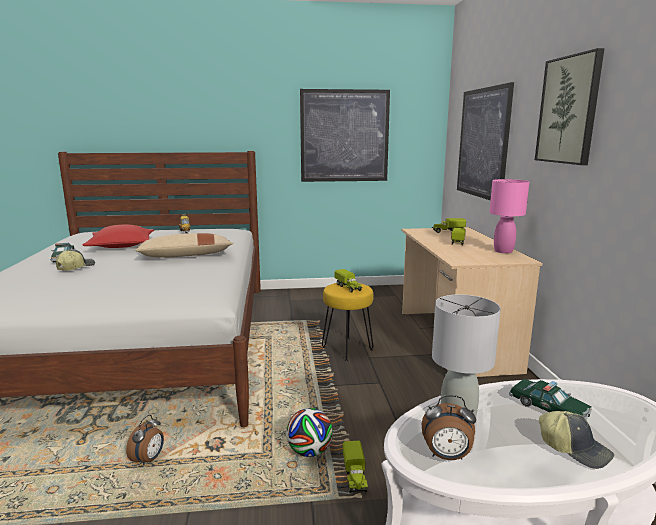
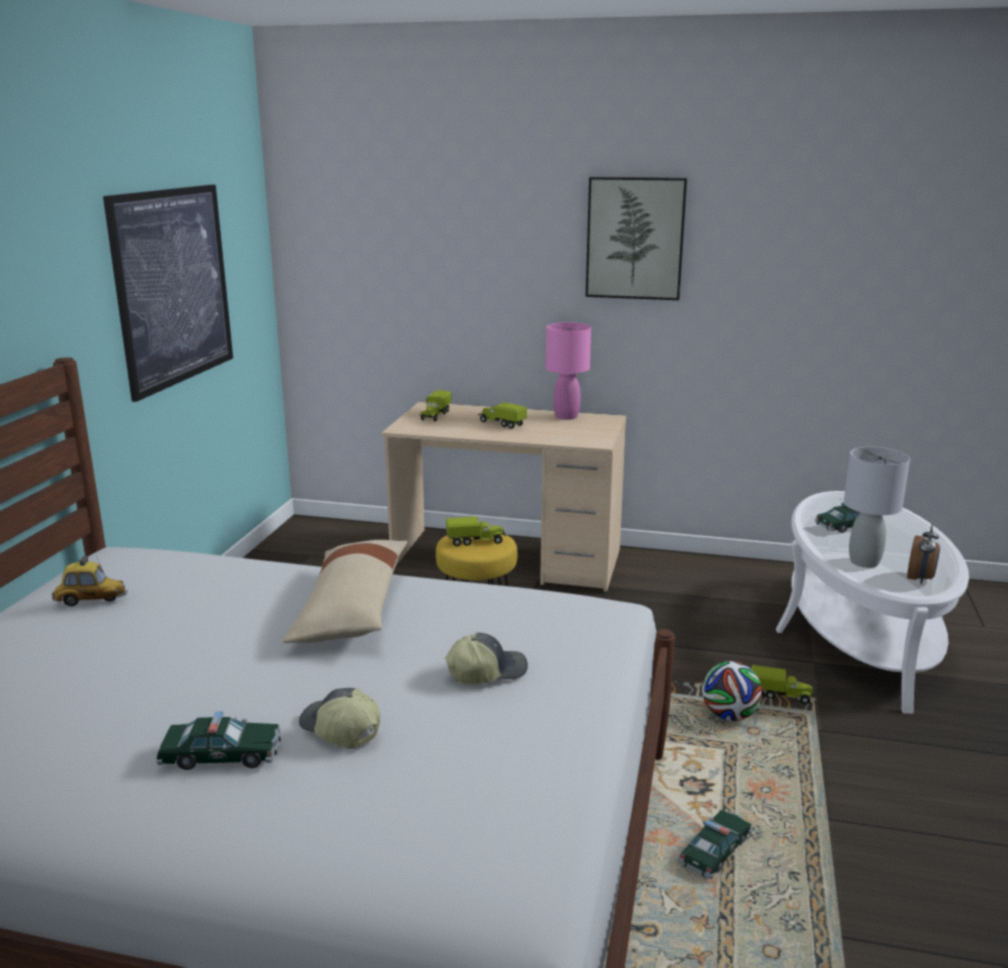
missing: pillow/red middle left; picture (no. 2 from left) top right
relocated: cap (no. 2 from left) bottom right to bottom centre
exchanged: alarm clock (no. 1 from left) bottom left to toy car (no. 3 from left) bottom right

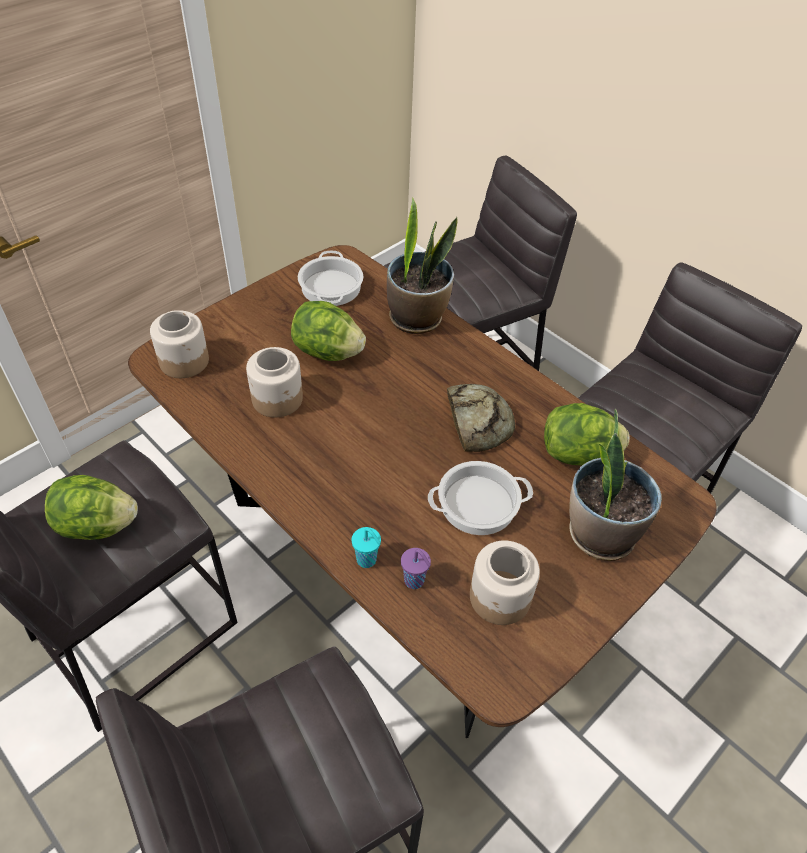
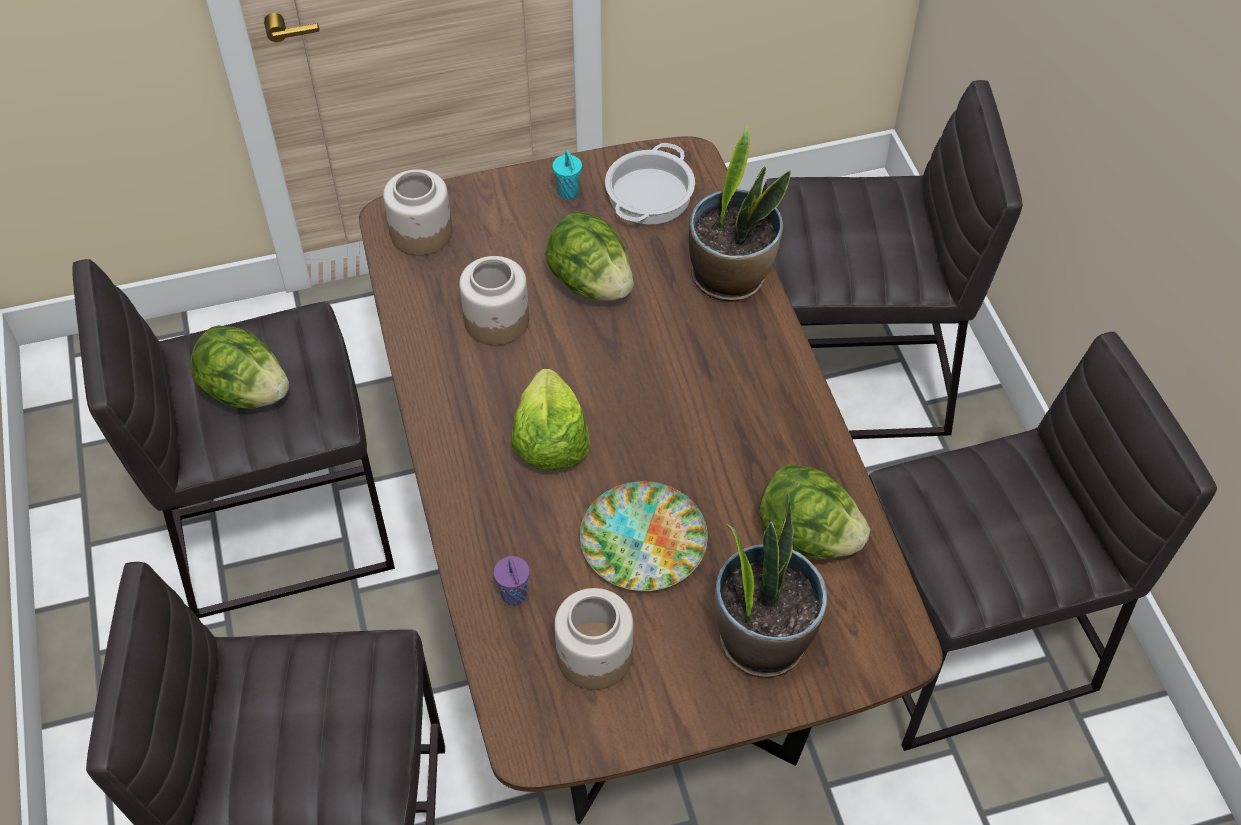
missing: bread centre
appeared: lettuce (no. 2 from left) centre
relocated: cup/turquoise centre to top centre
exchanged: cooking pot (no. 2 from left) centre to plate centre

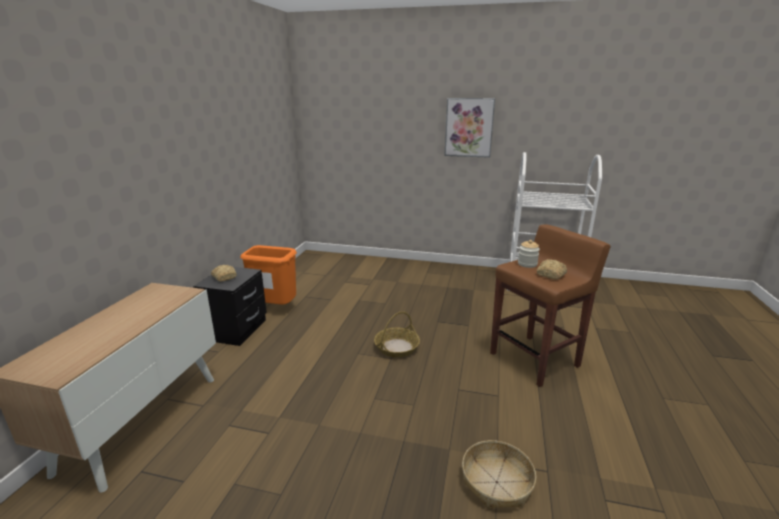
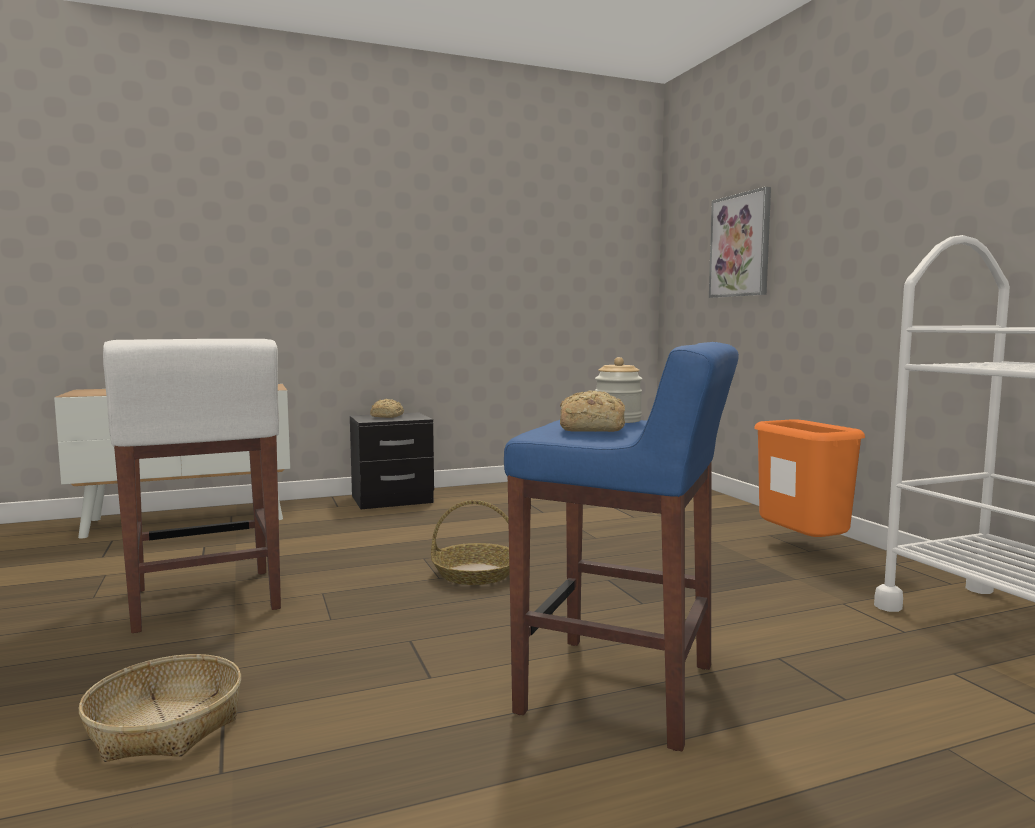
appeared: stool/white middle left
relocated: picture top centre to top right; trash can/orange centre to middle right
colour: stool/brown middle right to stool/blue centre

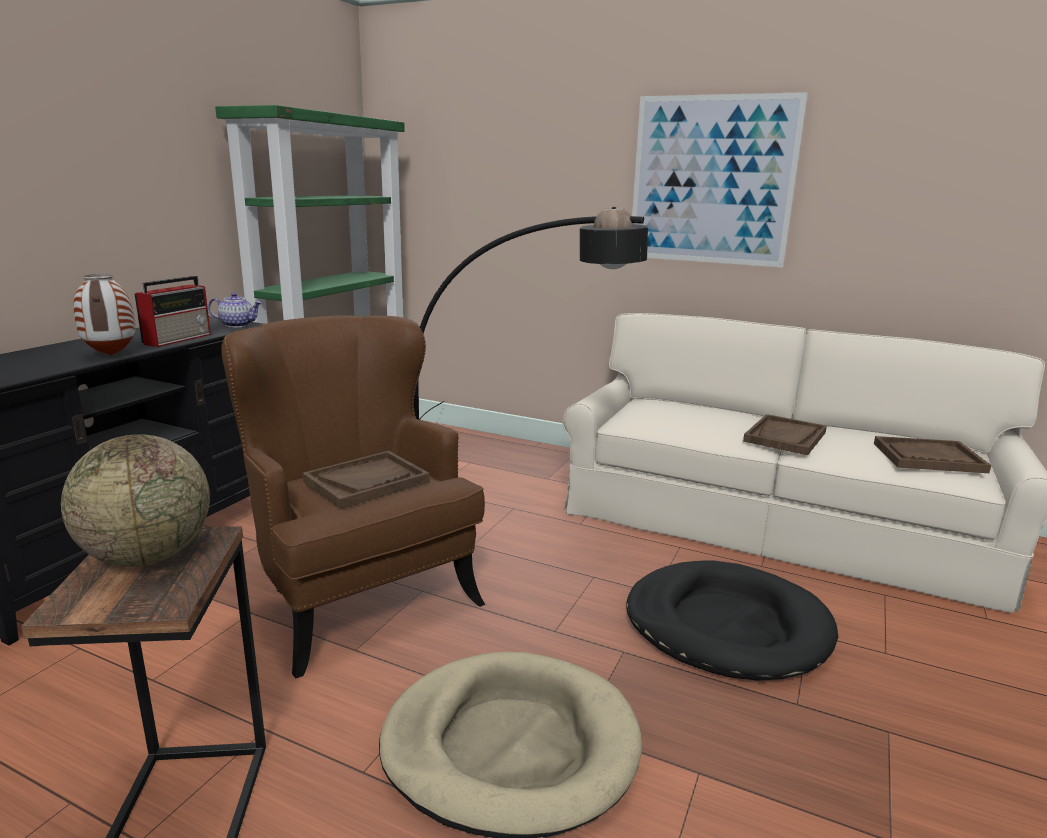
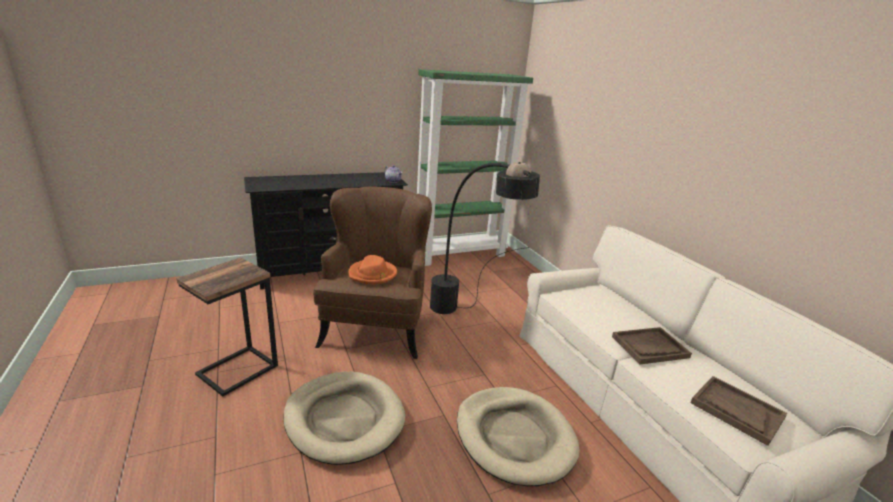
missing: globe middle left; vase middle left; radio middle left; picture top right
exchanged: tray/brown (no. 1 from left) centre to hat/orange centre
colour: dog bed/black bottom right to dog bed/beige (no. 2 from left) bottom centre

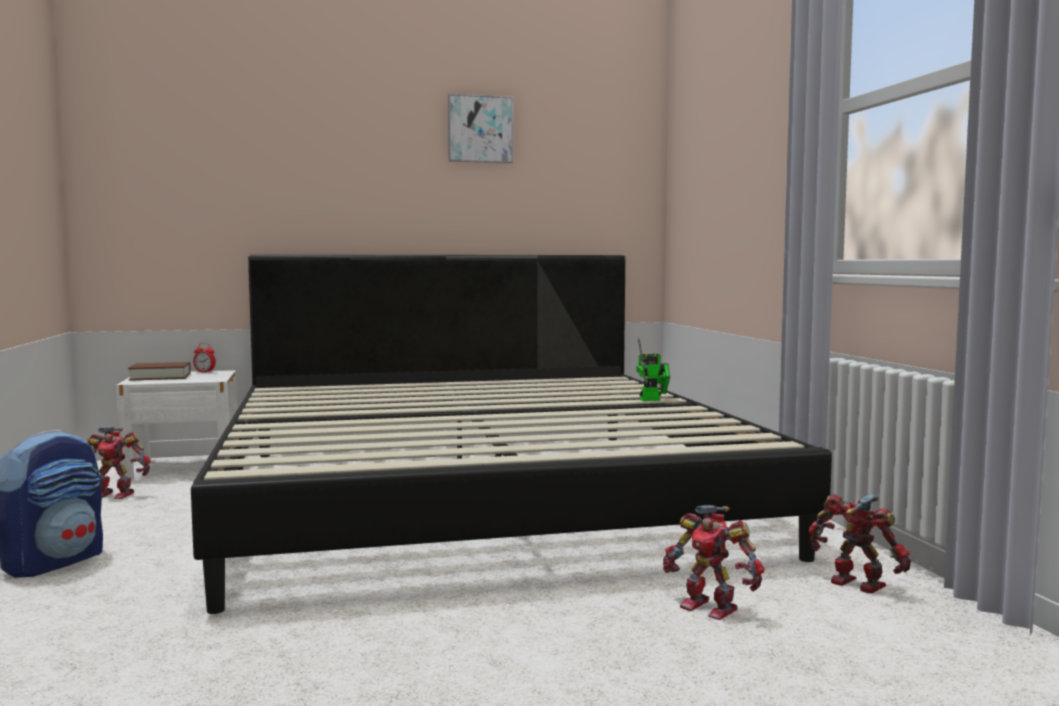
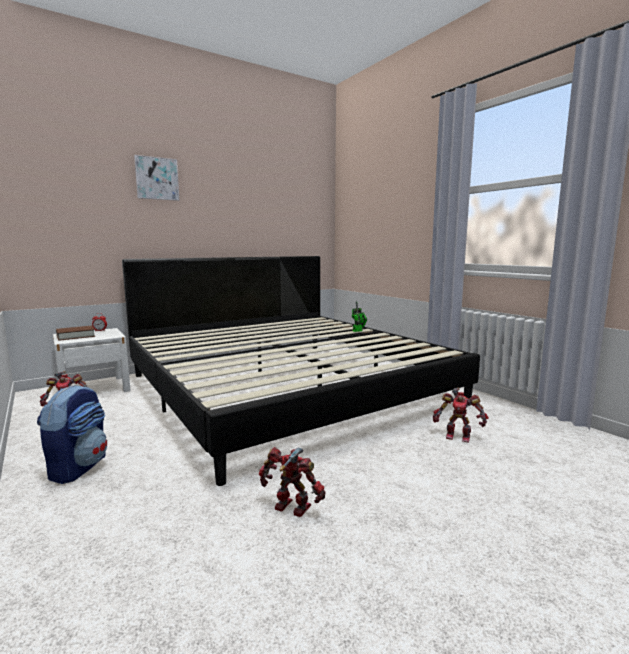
relocated: picture top centre to top left; toy robot (no. 4 from left in the first image) bottom right to toy robot (no. 2 from left) bottom centre

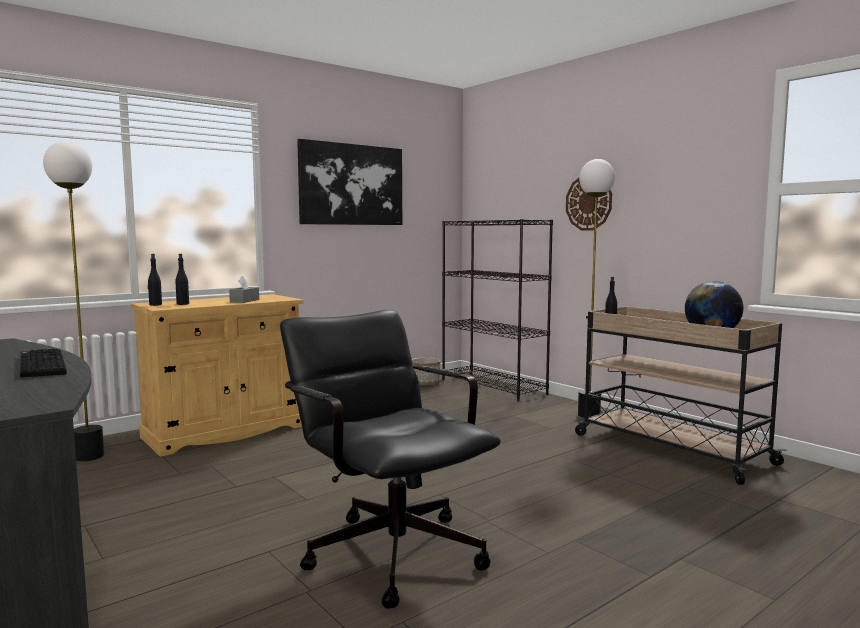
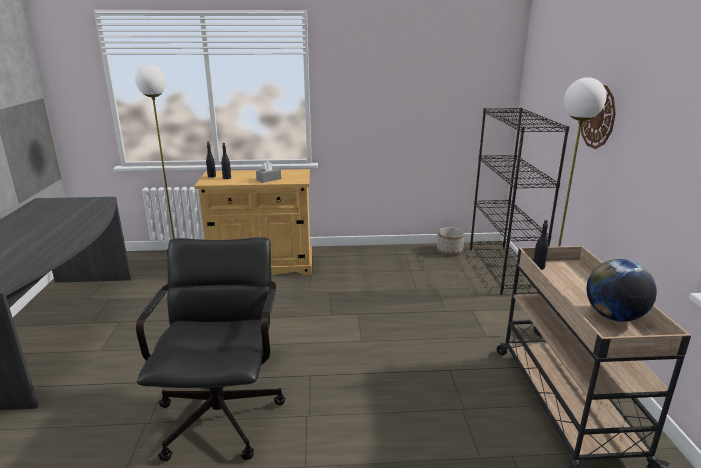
missing: keyboard middle left; picture top centre

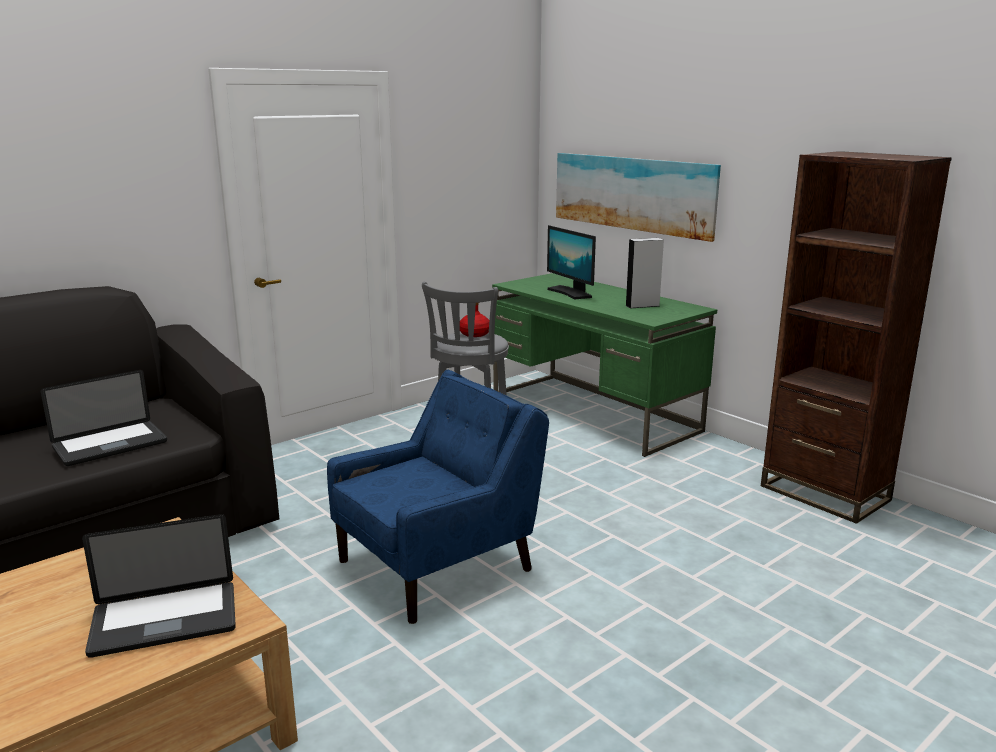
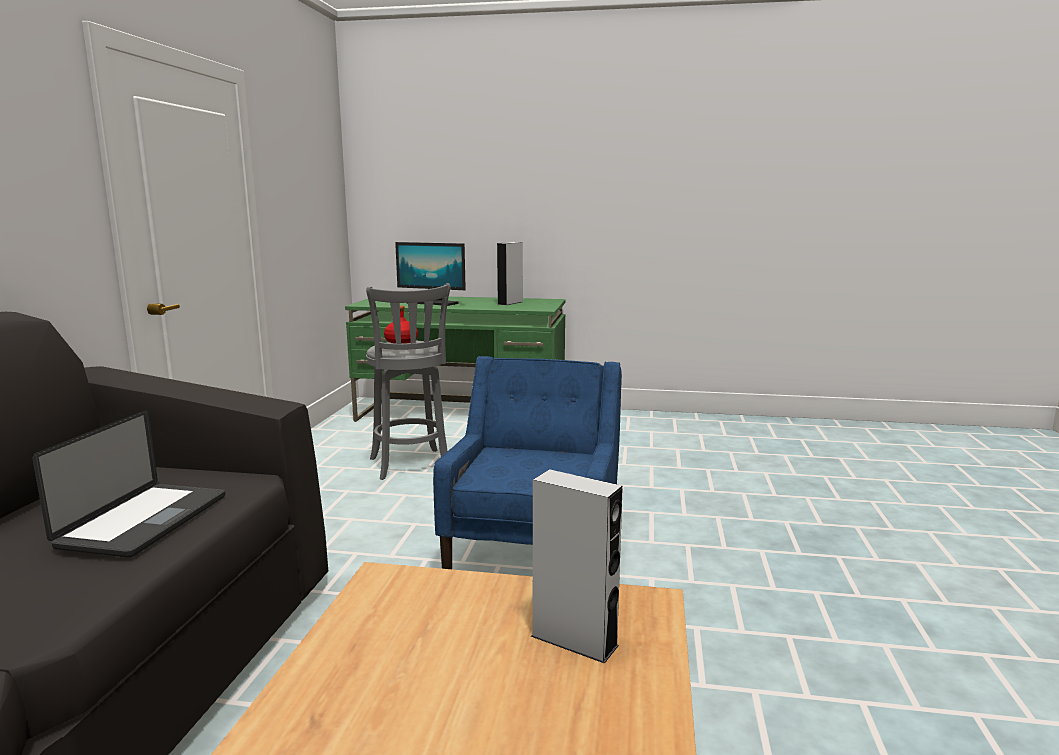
missing: picture top centre; bookcase/brown middle right
exchanged: laptop (no. 2 from left) bottom left to speaker/grey (no. 2 from left) bottom centre

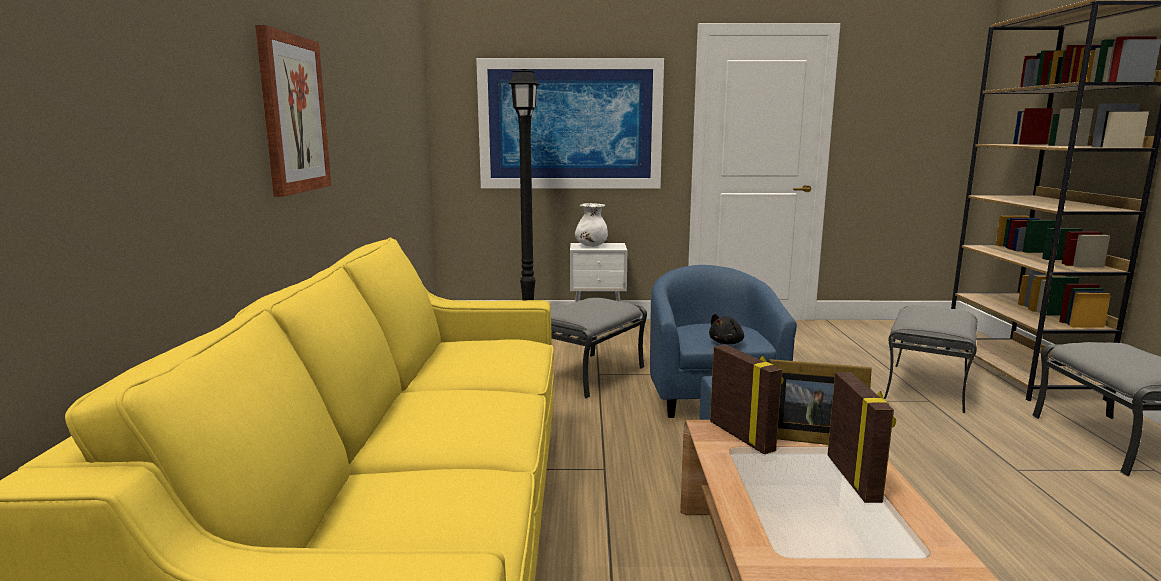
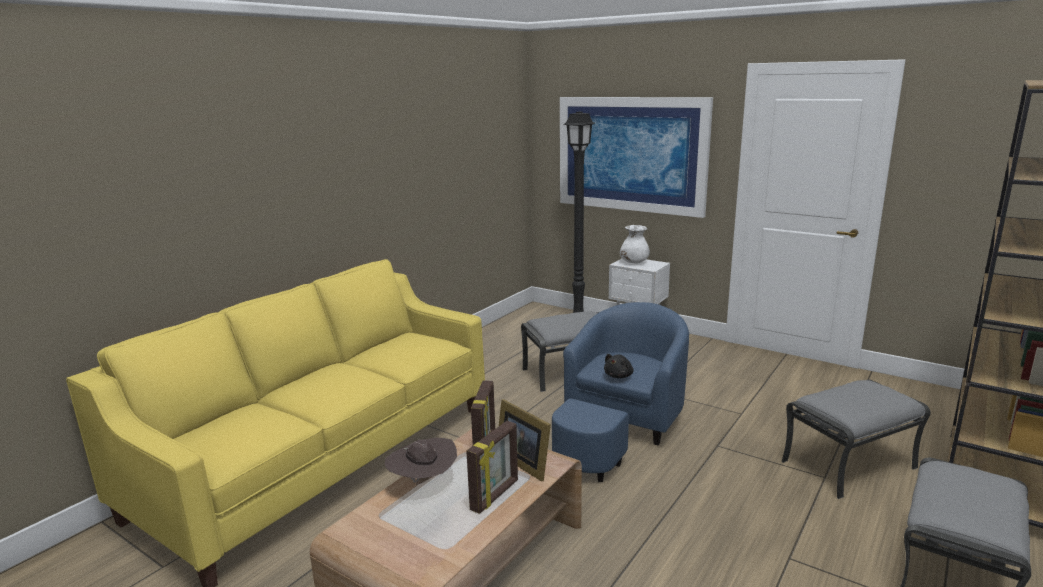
missing: picture (no. 1 from left) top left
appeared: hat/brown bottom centre
spun: plush toy/black centre = centre 45 degrees counterclockwise

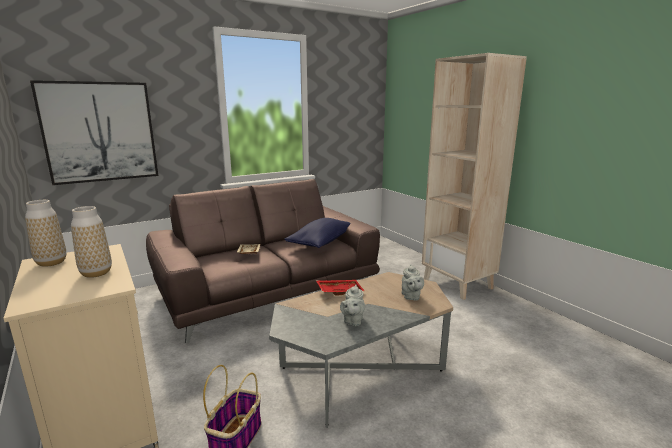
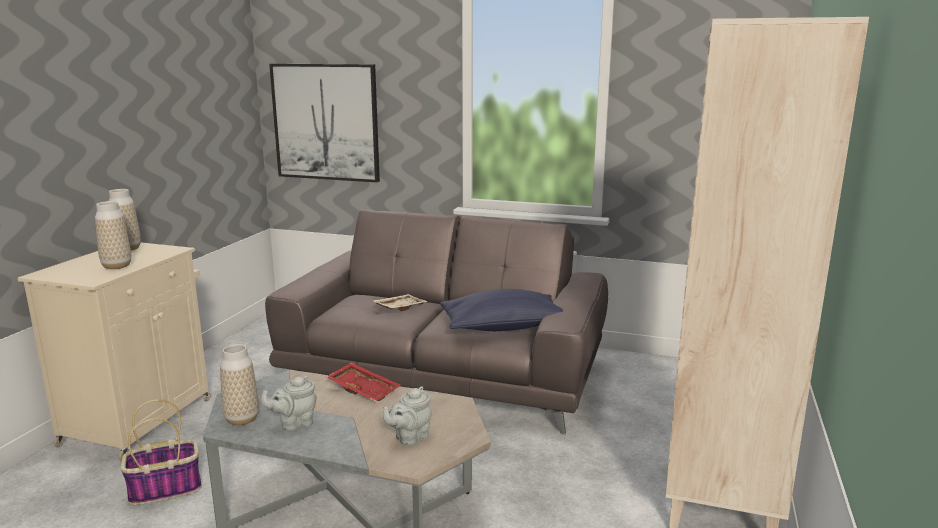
appeared: vase (no. 3 from left) bottom left

